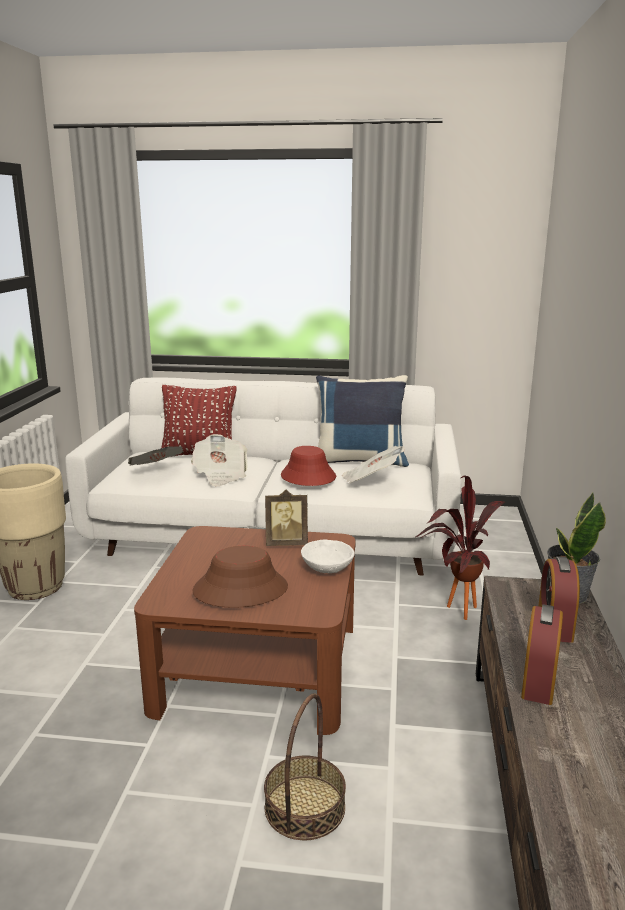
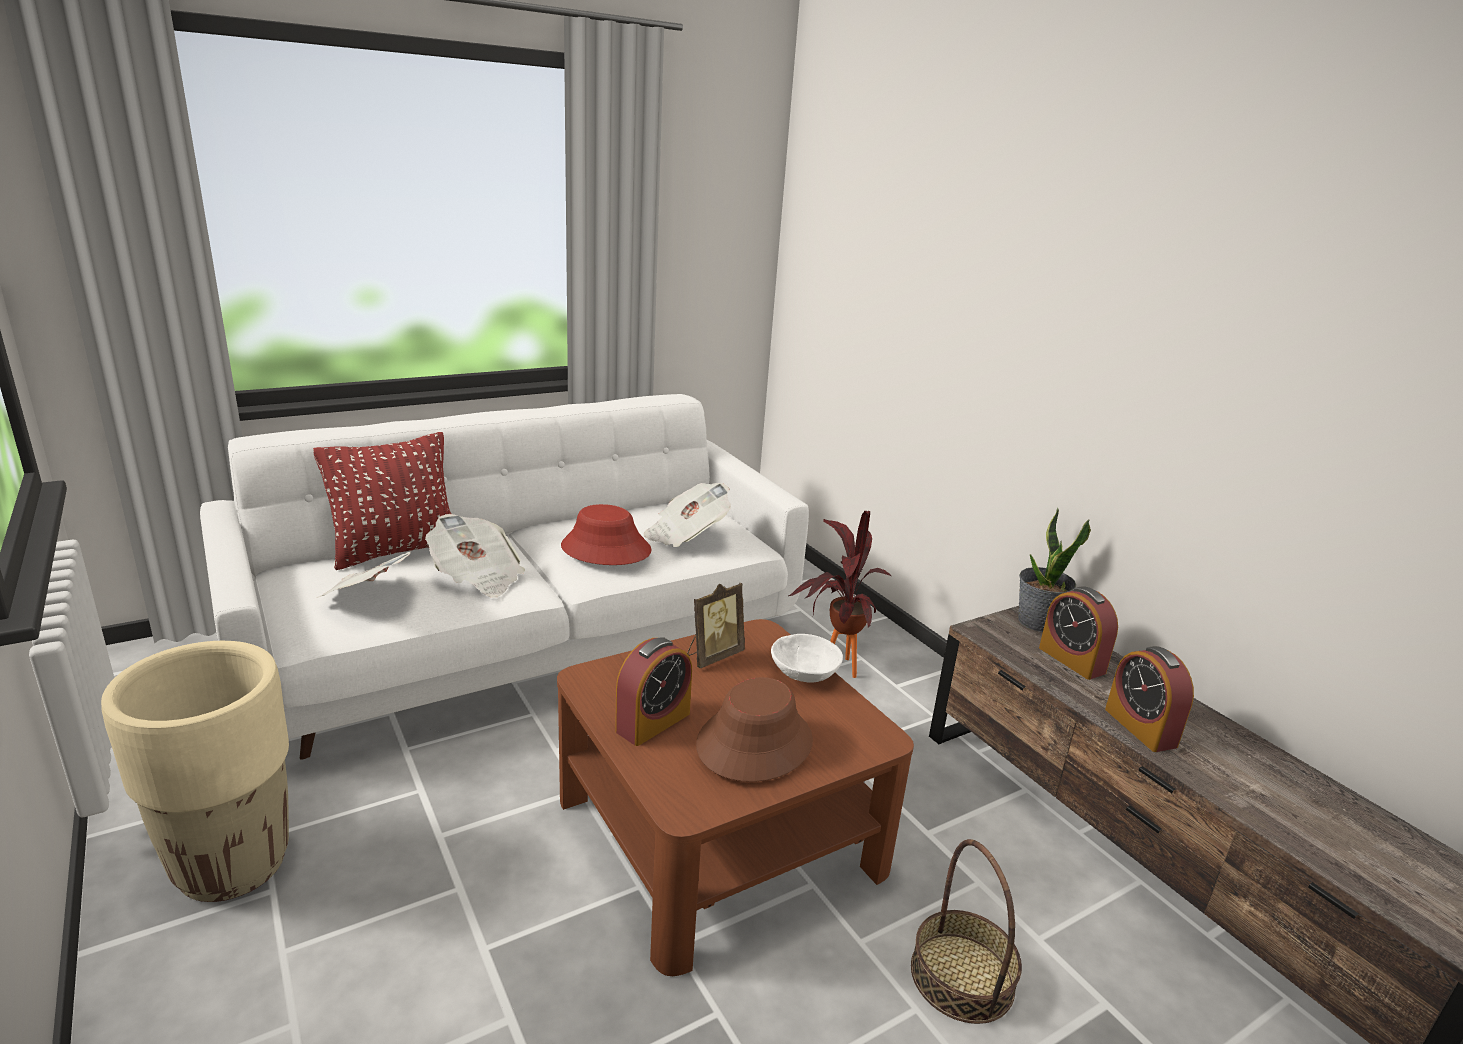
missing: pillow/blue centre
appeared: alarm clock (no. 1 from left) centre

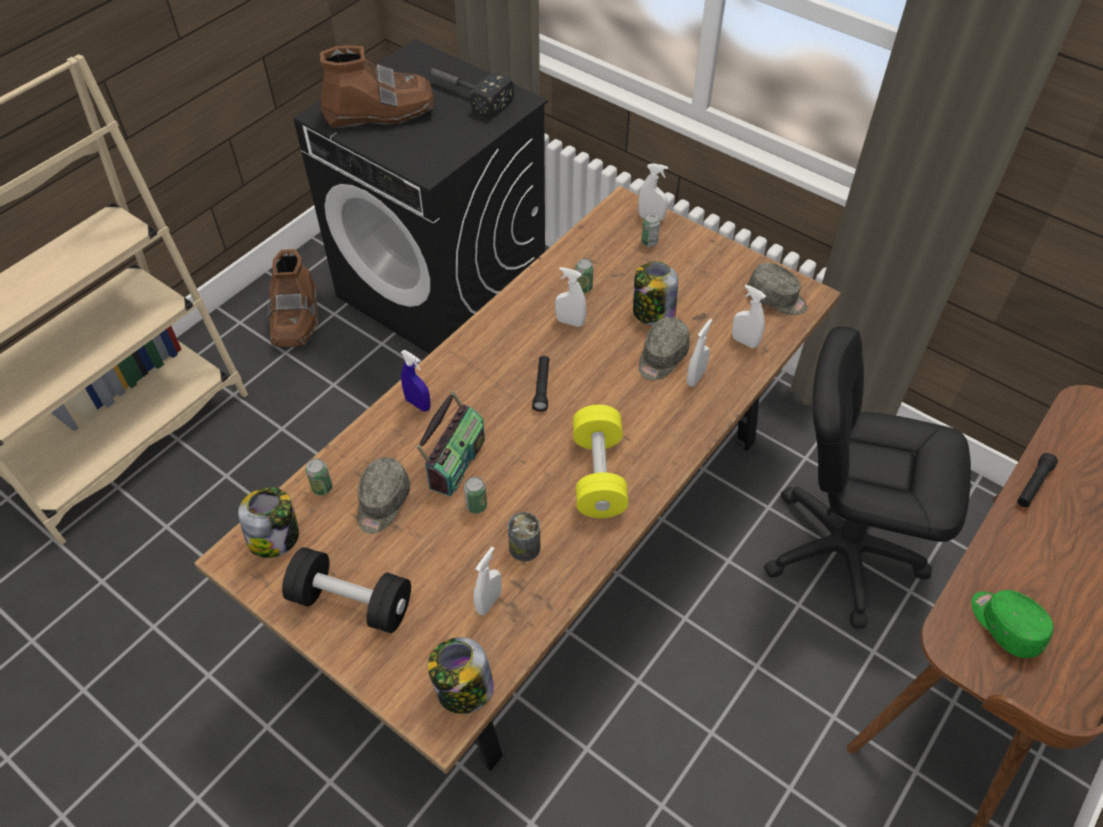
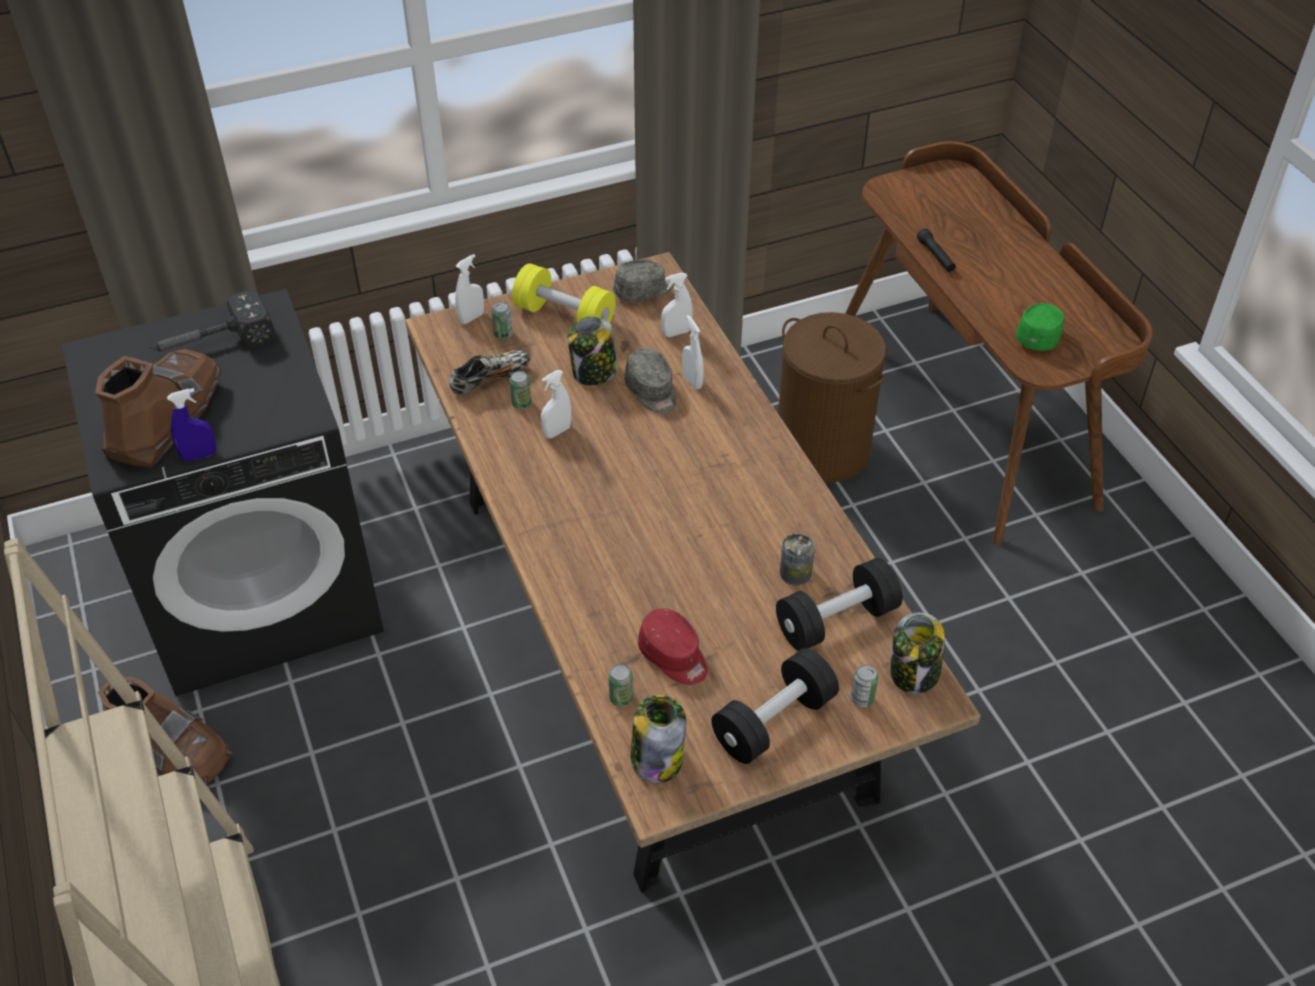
missing: radio centre; flashlight/black (no. 1 from left) centre
appeared: shoe centre
relocated: spray bottle/blue centre to middle left; dumbbell/yellow centre to top centre; can (no. 2 from left in the first image) centre to can (no. 5 from left) bottom centre
exchanged: spray bottle/white (no. 1 from left) bottom centre to dumbbell/black (no. 2 from left) centre; office chair/black middle right to laundry basket/brown centre
colour: cap/grey (no. 1 from left) centre to cap/red centre
spun: cap/green bottom right = top right 120 degrees clockwise

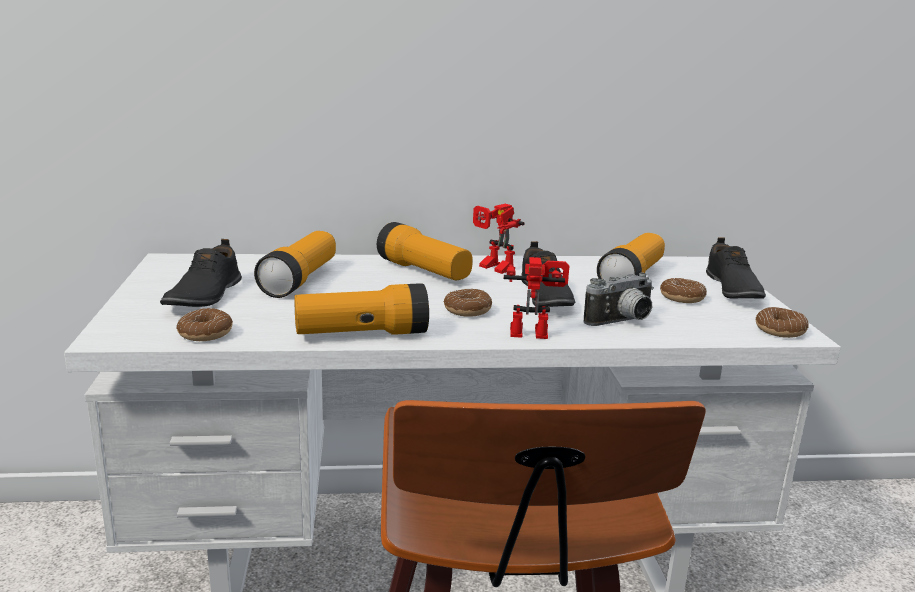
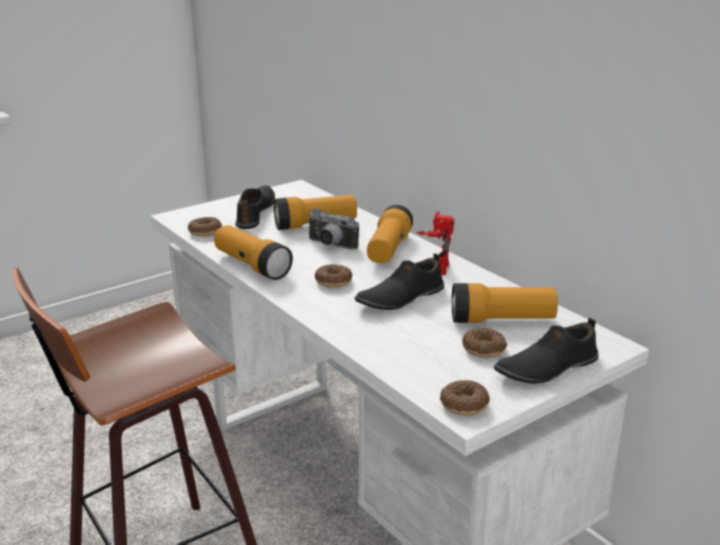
missing: toy robot (no. 2 from left) centre
relocated: photo camera middle right to centre
spun: shoe/black (no. 1 from left) middle left = centre 120 degrees clockwise

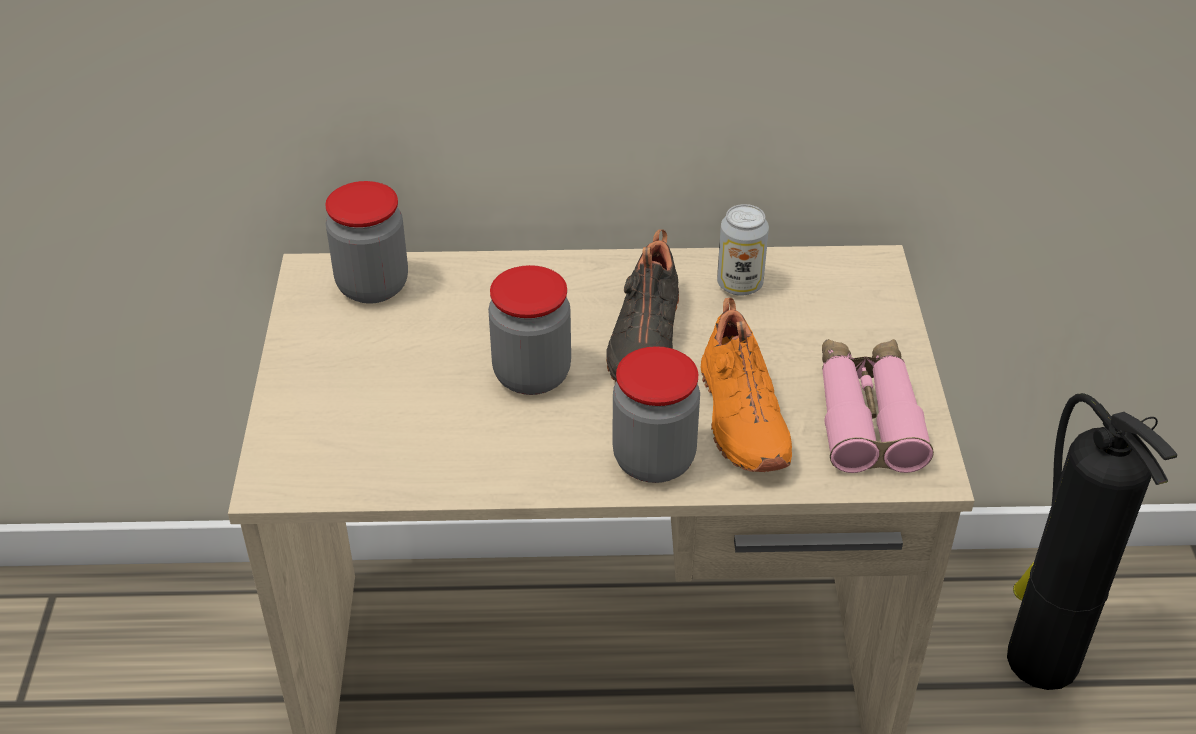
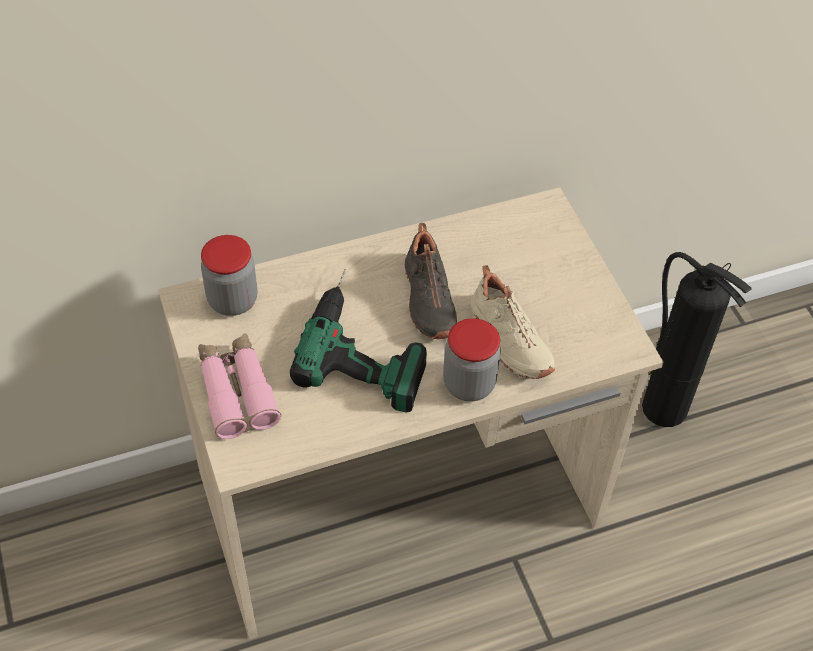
missing: can centre
relocated: binoculars/pink middle right to middle left
exchanged: jar (no. 2 from left) centre to power drill centre
colour: shoe/orange centre to shoe/beige centre

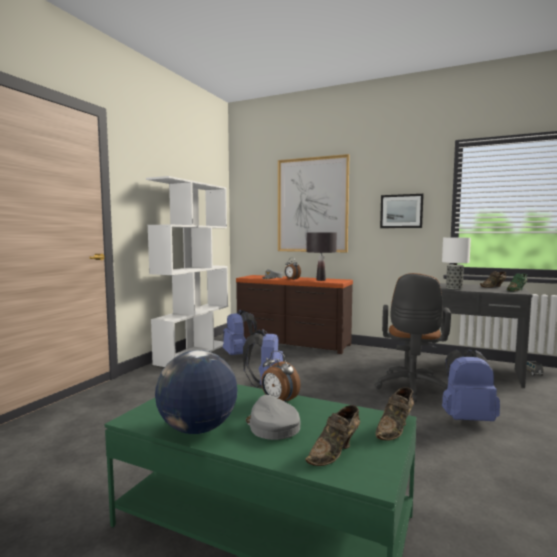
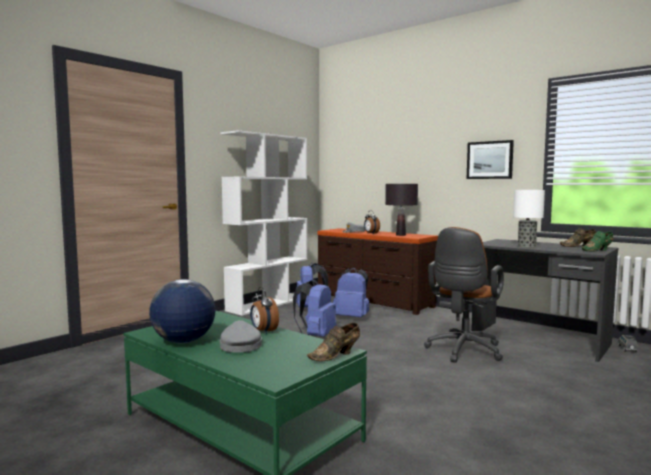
missing: picture (no. 1 from left) centre; shoe/brown (no. 1 from left) bottom centre
relocated: backpack/blue (no. 3 from left) bottom right to centre

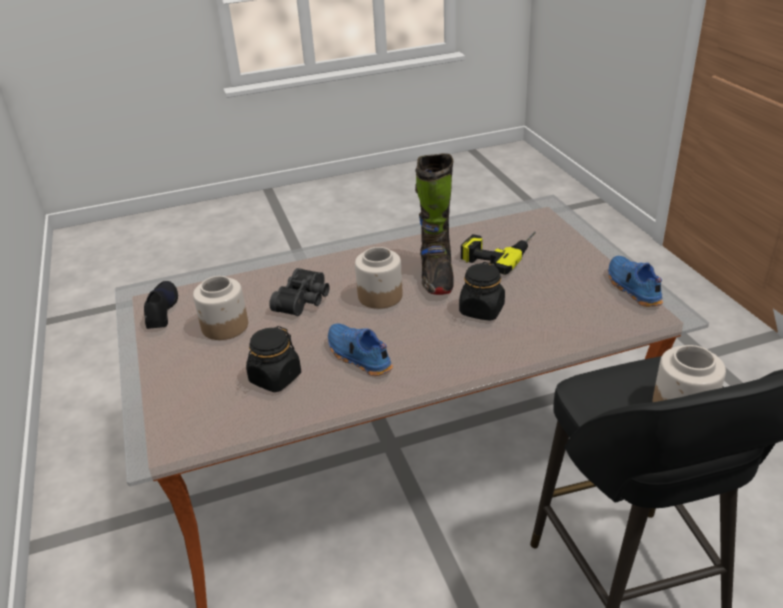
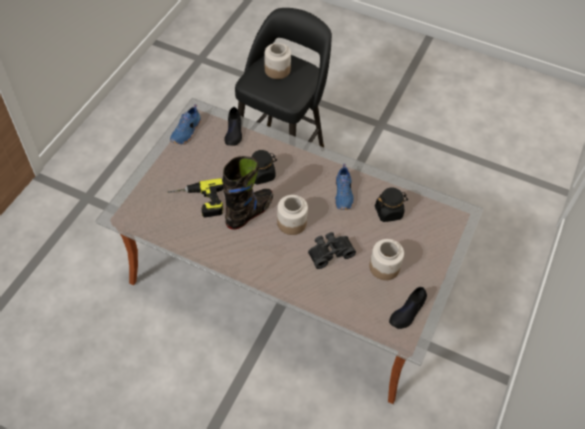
appeared: shoe/black (no. 1 from left) top centre

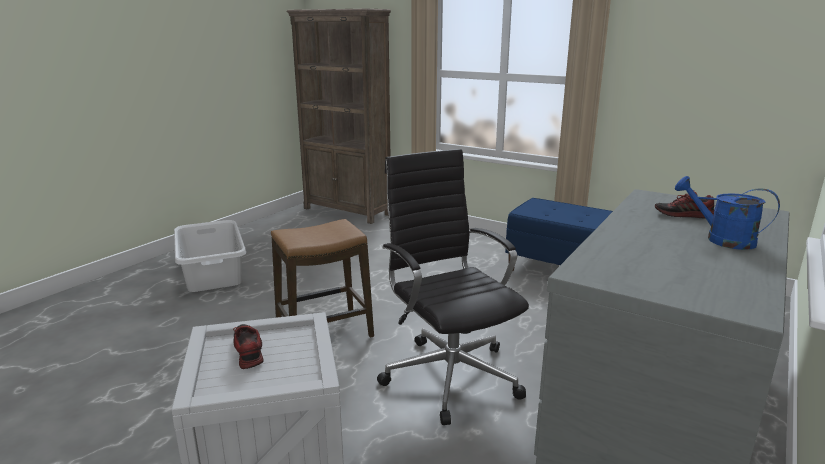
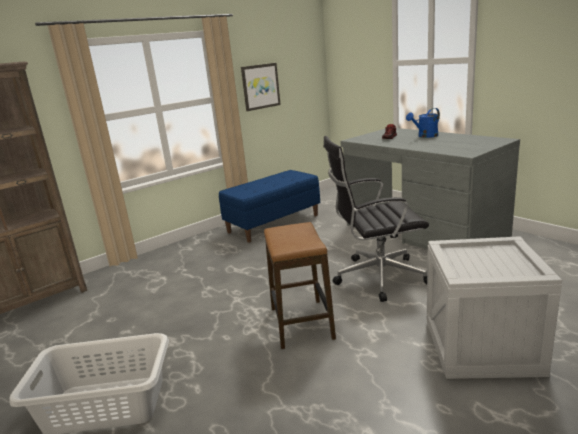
missing: shoe (no. 1 from left) bottom left
appeared: picture top centre

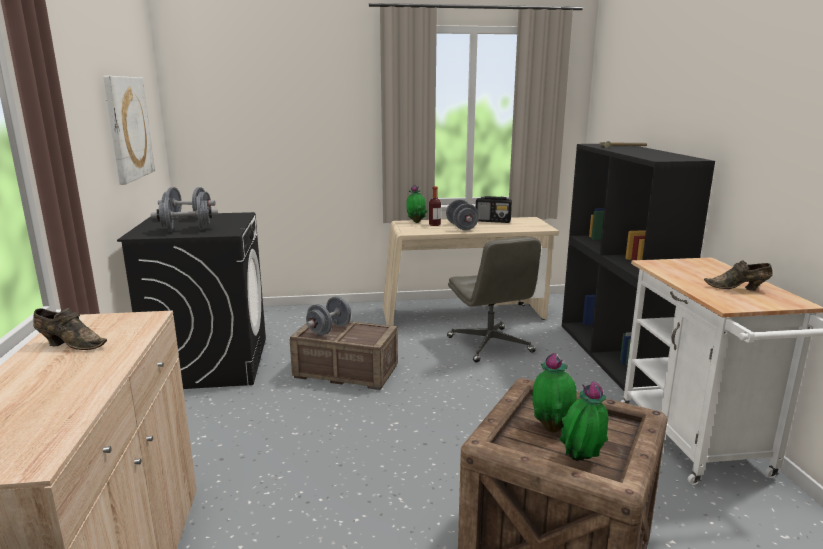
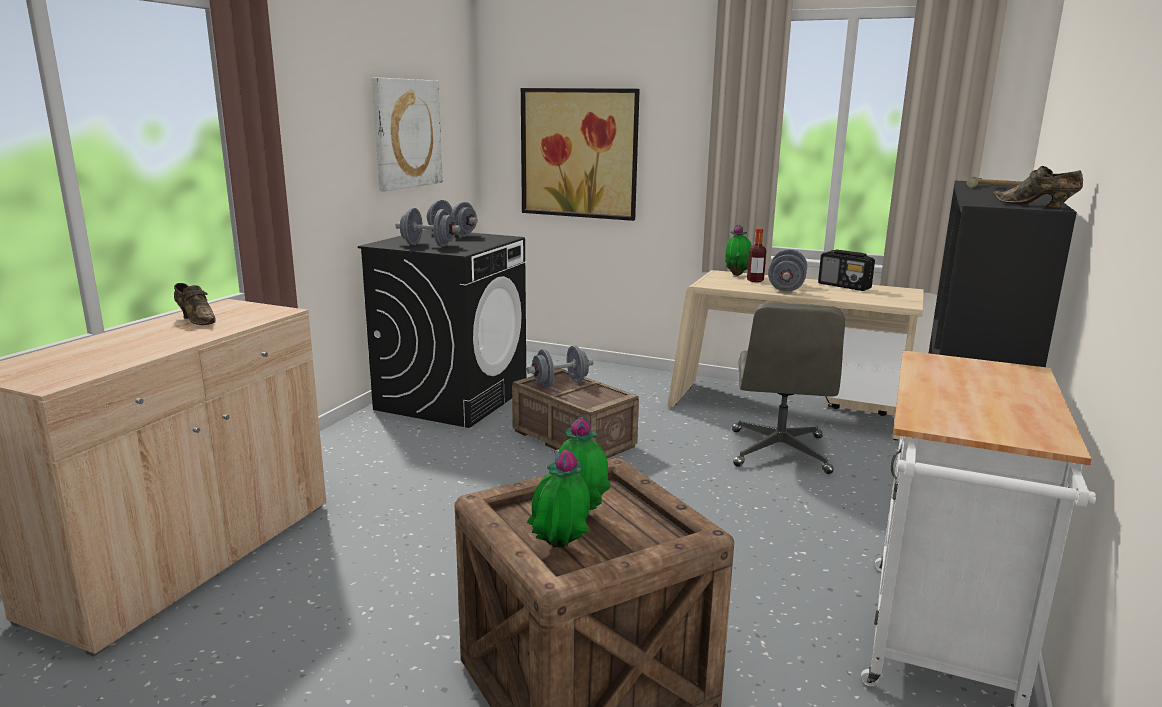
appeared: picture (no. 2 from left) top centre
relocated: shoe/brown (no. 2 from left) middle right to top right

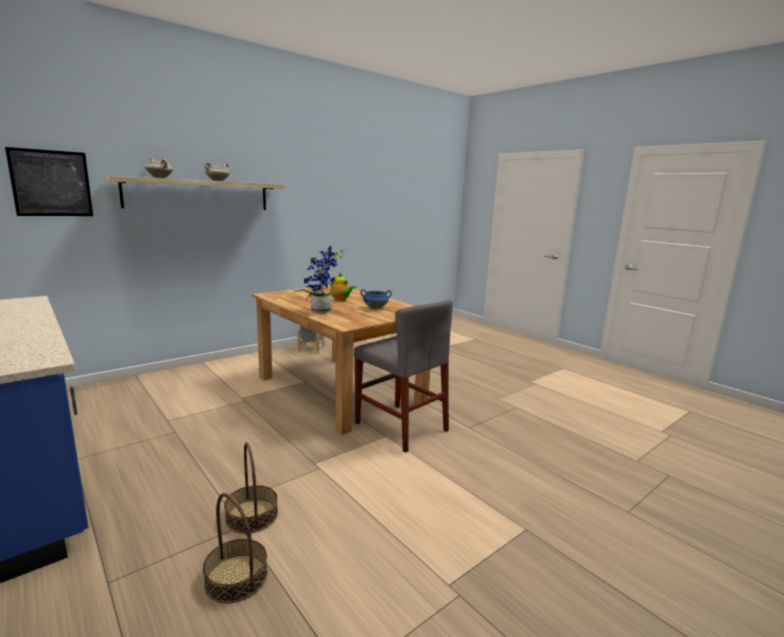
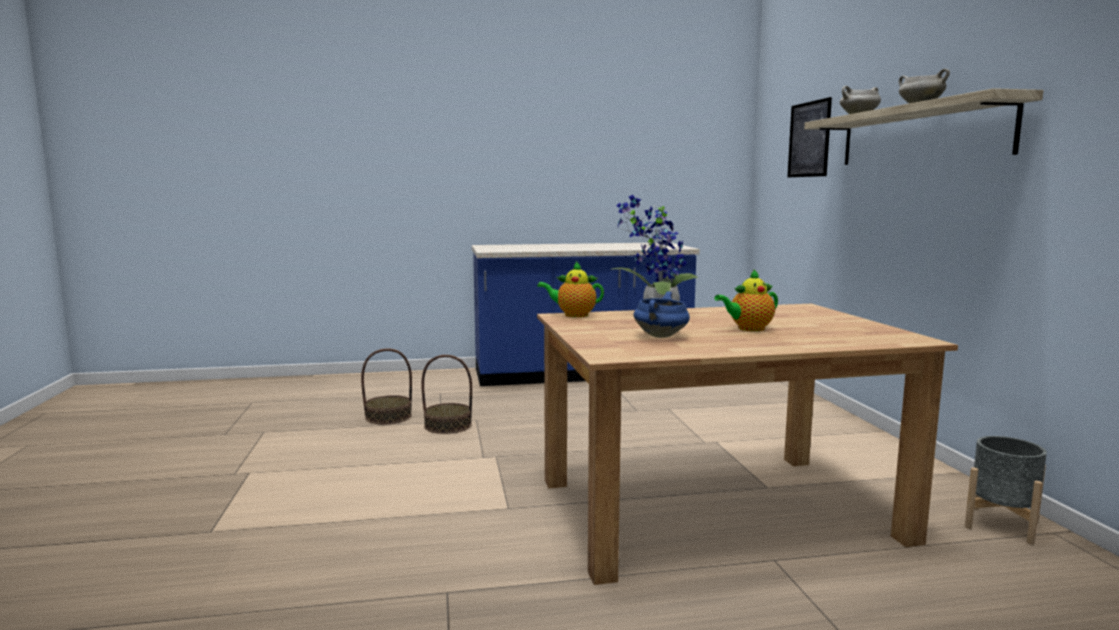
missing: chair/grey centre
appeared: teapot (no. 1 from left) centre

